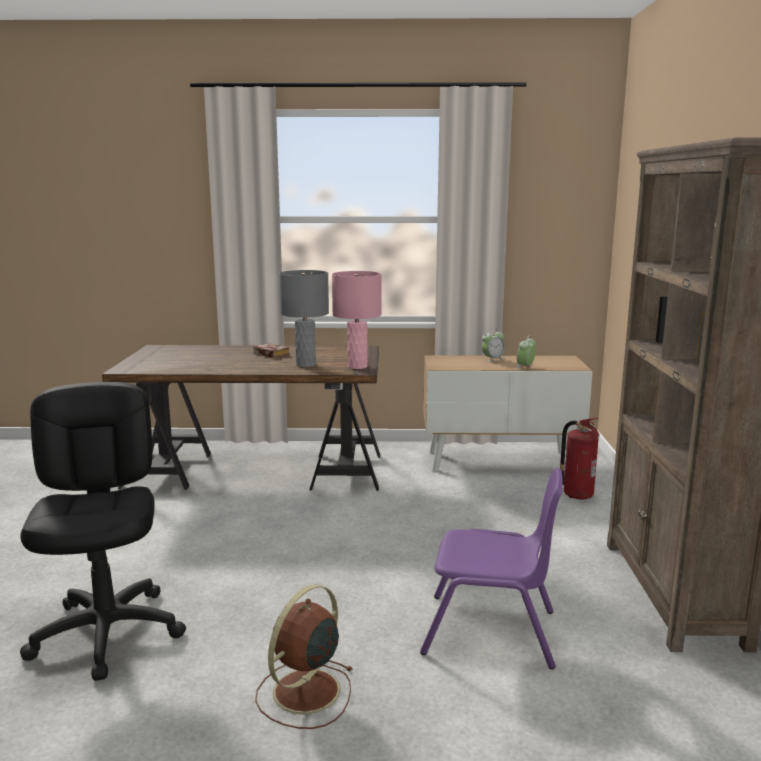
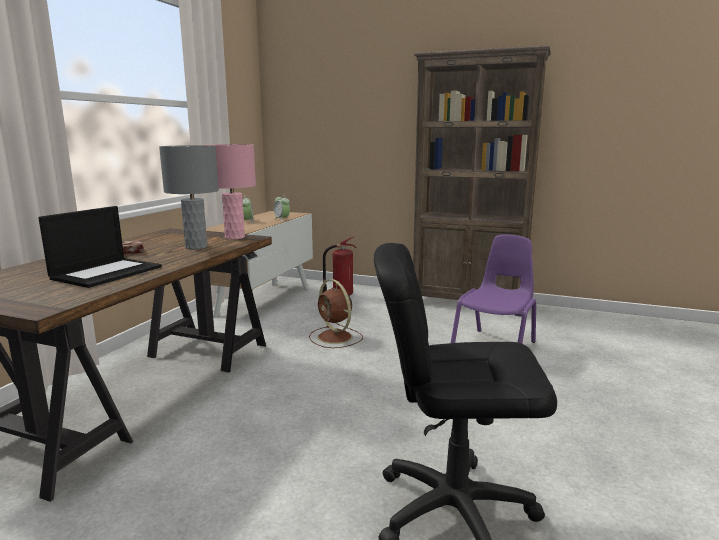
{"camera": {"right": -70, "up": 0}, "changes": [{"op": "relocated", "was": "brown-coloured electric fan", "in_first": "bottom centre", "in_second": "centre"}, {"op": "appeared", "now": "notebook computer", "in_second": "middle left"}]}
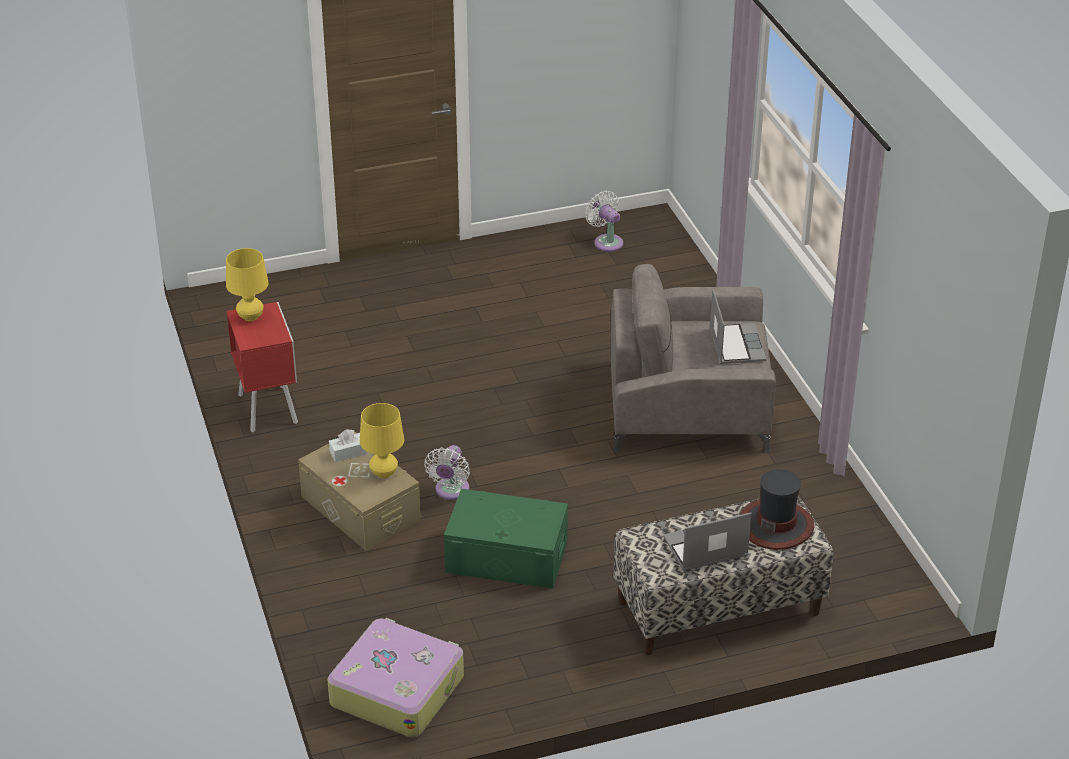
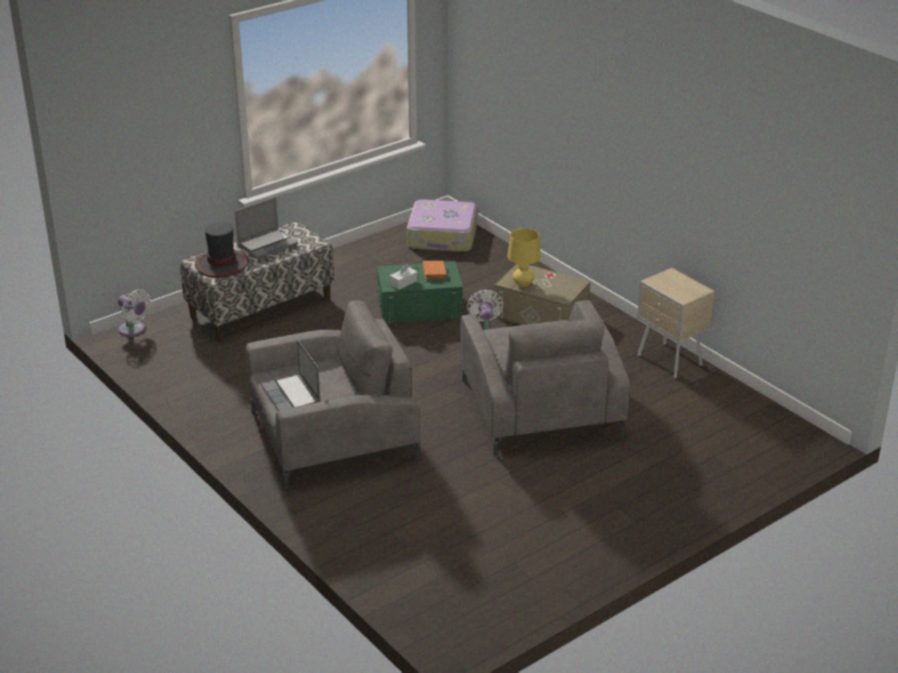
{"camera": {"right": 160, "up": -5}, "changes": [{"op": "missing", "was": "yellow lamp for a table (no. 1 from left)", "in_first": "middle left"}, {"op": "colour", "was": "reddish bedside table", "now": "beige bedside table", "in_first": "middle left", "in_second": "middle right"}, {"op": "relocated", "was": "white-coloured tissue box", "in_first": "middle left", "in_second": "centre"}, {"op": "relocated", "was": "white-coloured electric fan (no. 2 from left in the first image)", "now": "white-coloured electric fan (no. 1 from left)", "in_first": "top centre", "in_second": "middle left"}, {"op": "appeared", "now": "orangey volume", "in_second": "centre"}, {"op": "appeared", "now": "grey armchair (no. 2 from left)", "in_second": "centre"}]}
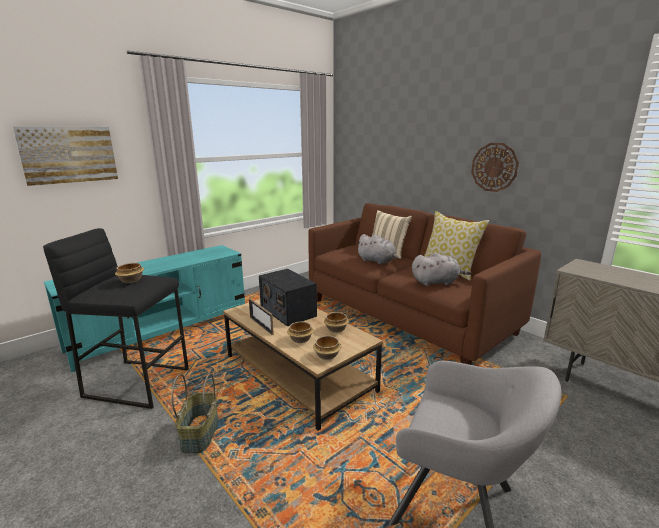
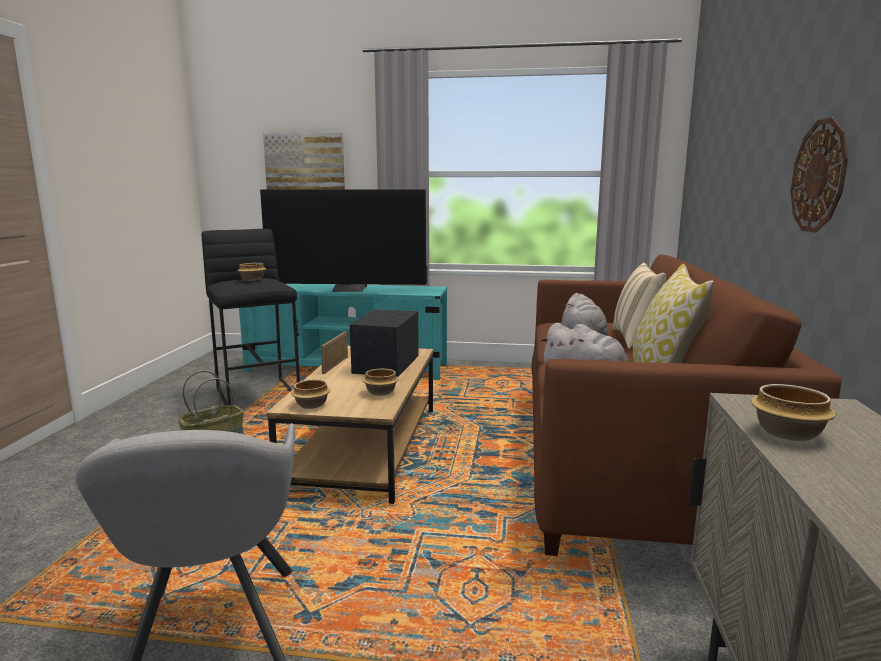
{"camera": {"right": 50, "up": -5}, "changes": [{"op": "relocated", "was": "bowl (no. 2 from left in the first image)", "now": "bowl (no. 4 from left)", "in_first": "centre", "in_second": "middle right"}, {"op": "appeared", "now": "television", "in_second": "centre"}]}
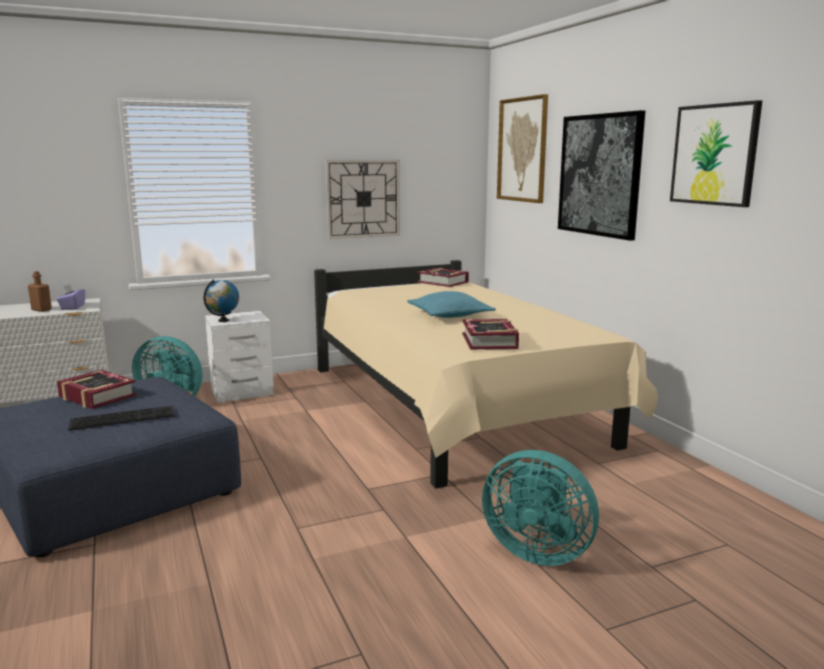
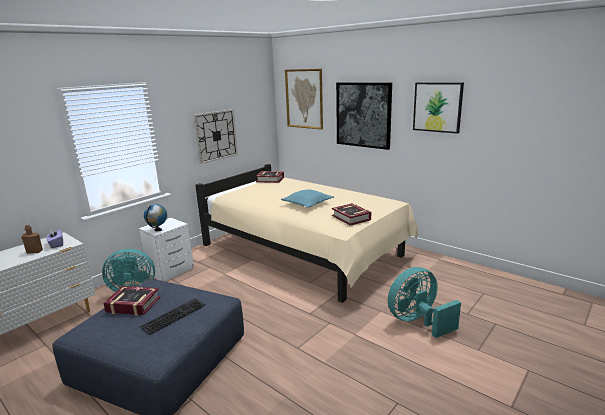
{"camera": {"right": -25, "up": 5}, "changes": [{"op": "spun", "was": "blue-green electric fan (no. 2 from left)", "in_first": "bottom centre", "in_second": "bottom right", "clockwise": 150}]}
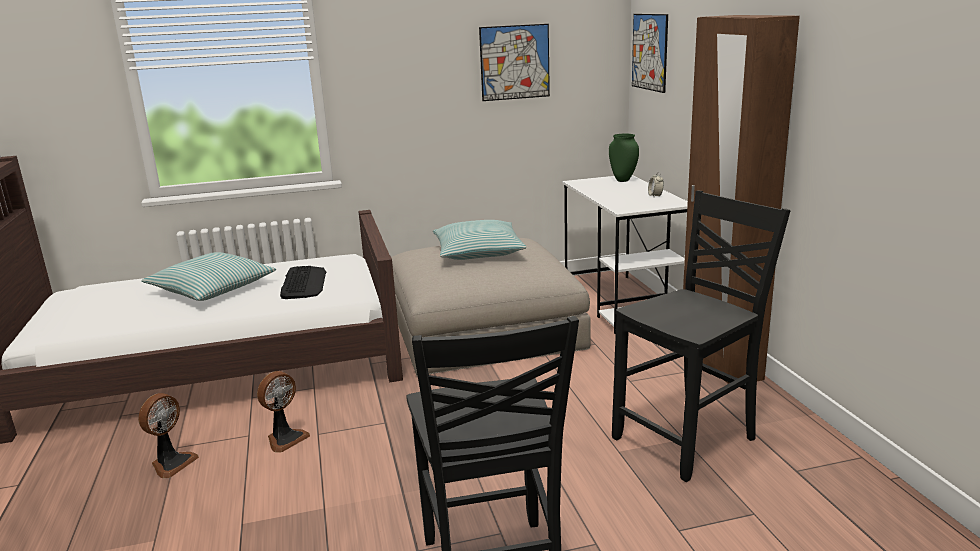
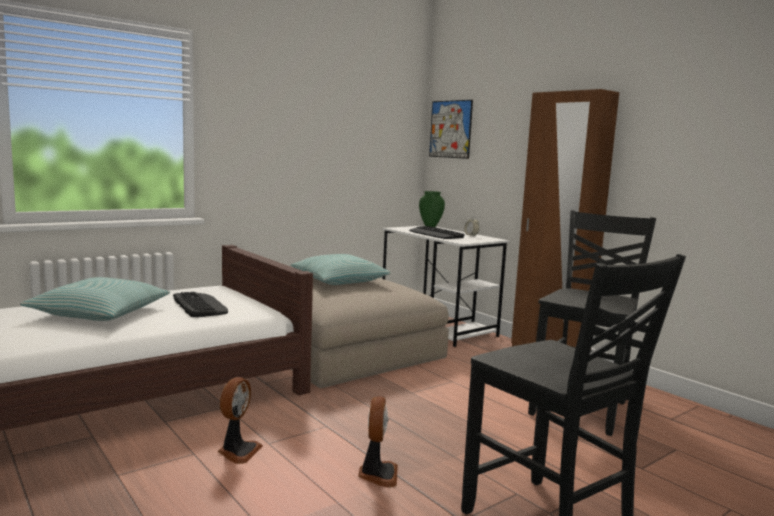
{"camera": {"right": -25, "up": -10}, "changes": [{"op": "relocated", "was": "electric fan (no. 1 from left in the first image)", "now": "electric fan (no. 2 from left)", "in_first": "bottom left", "in_second": "bottom centre"}, {"op": "missing", "was": "wall picture (no. 1 from left)", "in_first": "top centre"}, {"op": "appeared", "now": "keyboard (no. 2 from left)", "in_second": "centre"}]}
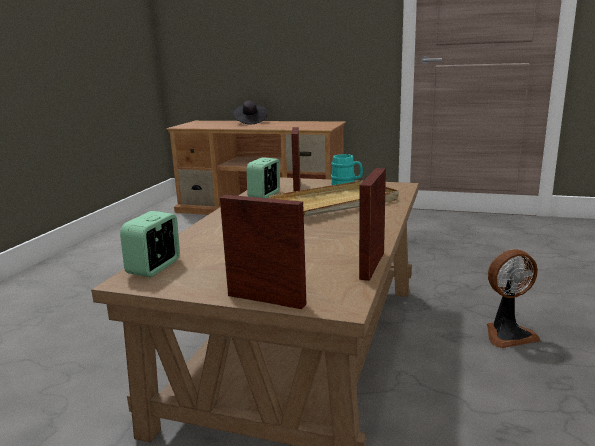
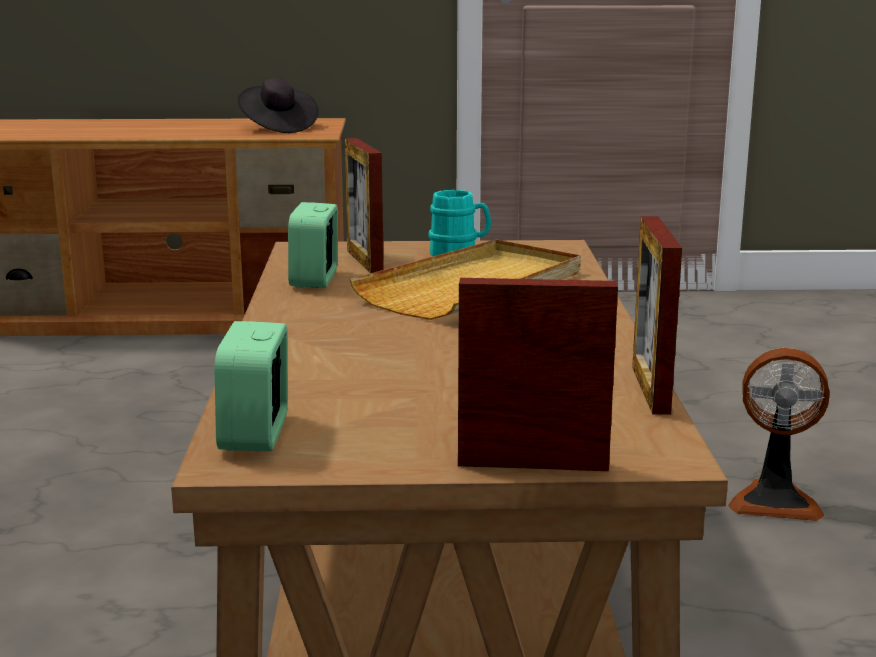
{"camera": {"right": -20, "up": 0}, "changes": [{"op": "relocated", "was": "blackish hat", "in_first": "top centre", "in_second": "top left"}, {"op": "spun", "was": "electric fan", "in_first": "bottom right", "in_second": "middle right", "clockwise": 45}]}
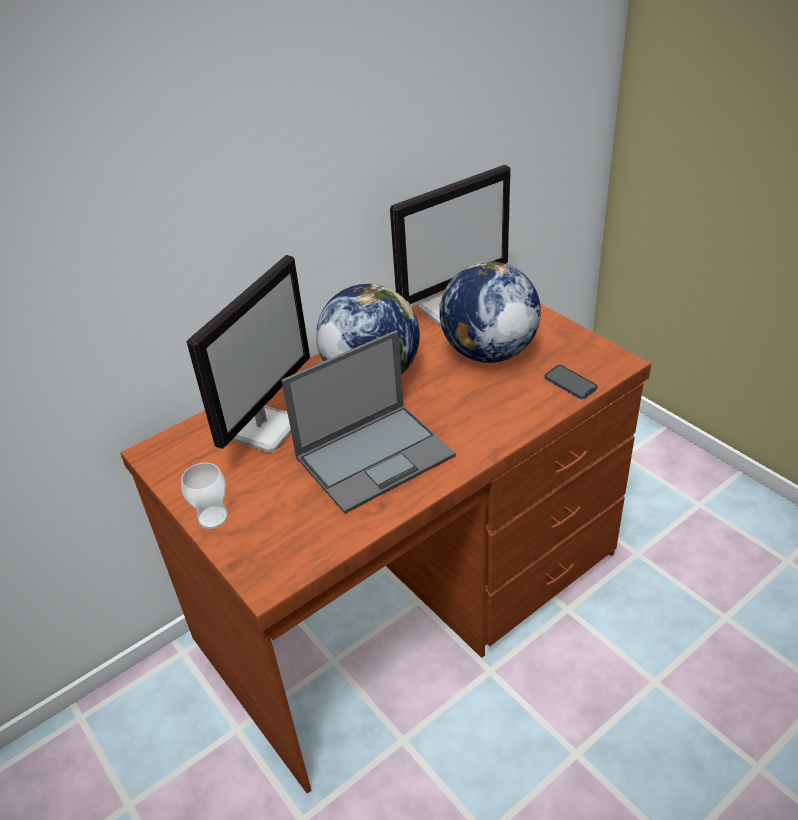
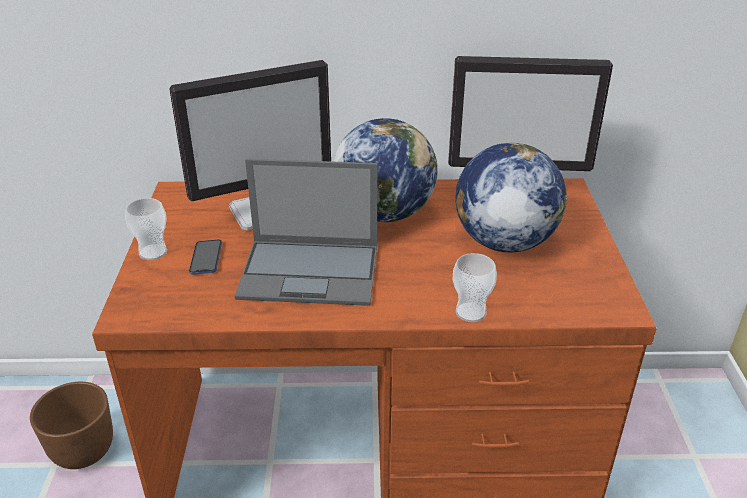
{"camera": {"right": 35, "up": -5}, "changes": [{"op": "relocated", "was": "telephone", "in_first": "middle right", "in_second": "middle left"}, {"op": "appeared", "now": "brown-coloured plant pot", "in_second": "bottom left"}, {"op": "appeared", "now": "drinking cup (no. 2 from left)", "in_second": "centre"}]}
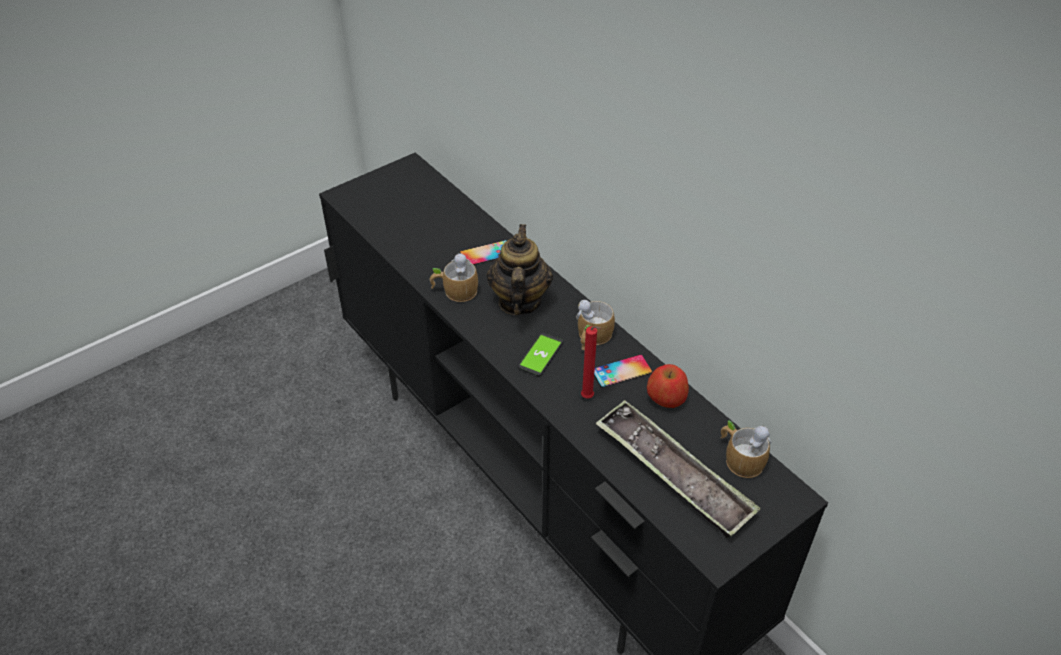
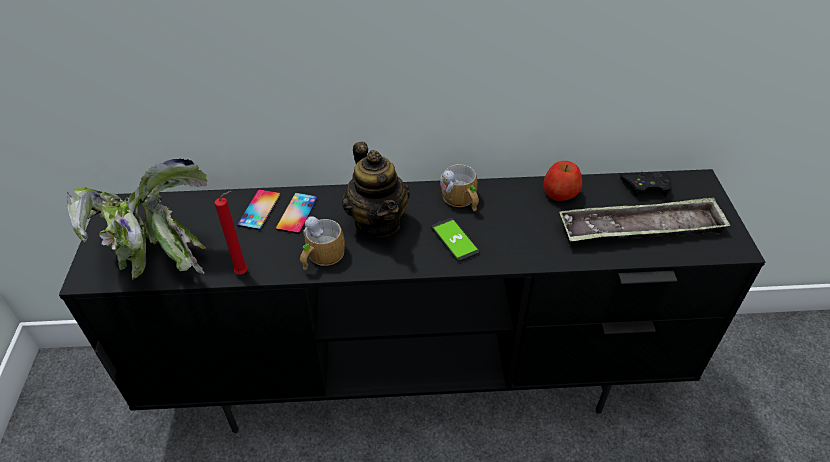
{"camera": {"right": -55, "up": 0}, "changes": [{"op": "spun", "was": "tea pot", "in_first": "centre", "in_second": "centre", "clockwise": -150}, {"op": "relocated", "was": "reddish candle", "in_first": "centre", "in_second": "middle left"}, {"op": "relocated", "was": "telephone (no. 3 from left in the first image)", "now": "telephone (no. 1 from left)", "in_first": "centre", "in_second": "middle left"}, {"op": "exchanged", "was": "mug (no. 3 from left)", "now": "blackish gamepad", "in_first": "bottom right", "in_second": "middle right"}, {"op": "appeared", "now": "plant in a pot", "in_second": "middle left"}]}
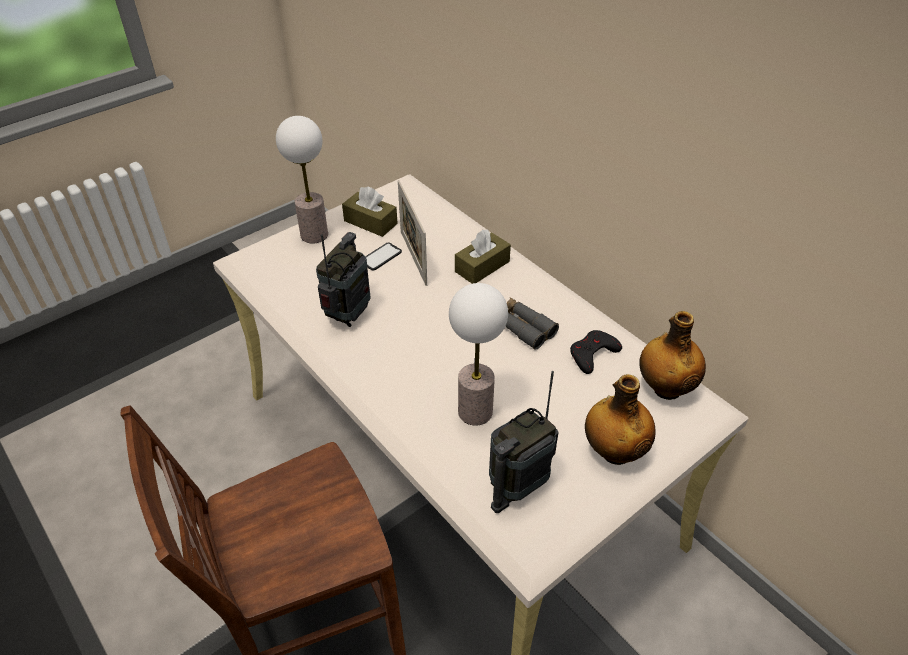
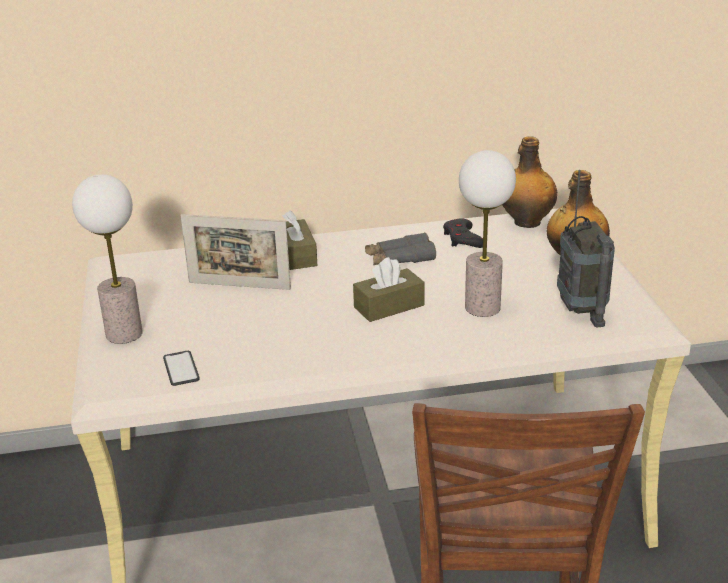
{"camera": {"right": -60, "up": -15}, "changes": [{"op": "missing", "was": "radio receiver (no. 1 from left)", "in_first": "centre"}, {"op": "relocated", "was": "brown-coloured tissue box (no. 1 from left in the first image)", "now": "brown-coloured tissue box (no. 2 from left)", "in_first": "top centre", "in_second": "centre"}, {"op": "relocated", "was": "telephone", "in_first": "centre", "in_second": "middle left"}]}
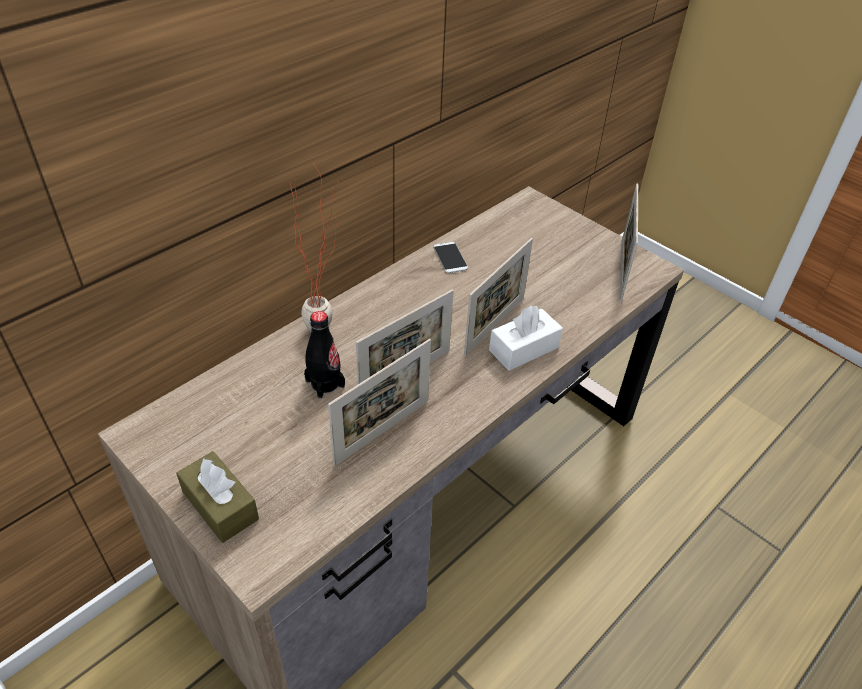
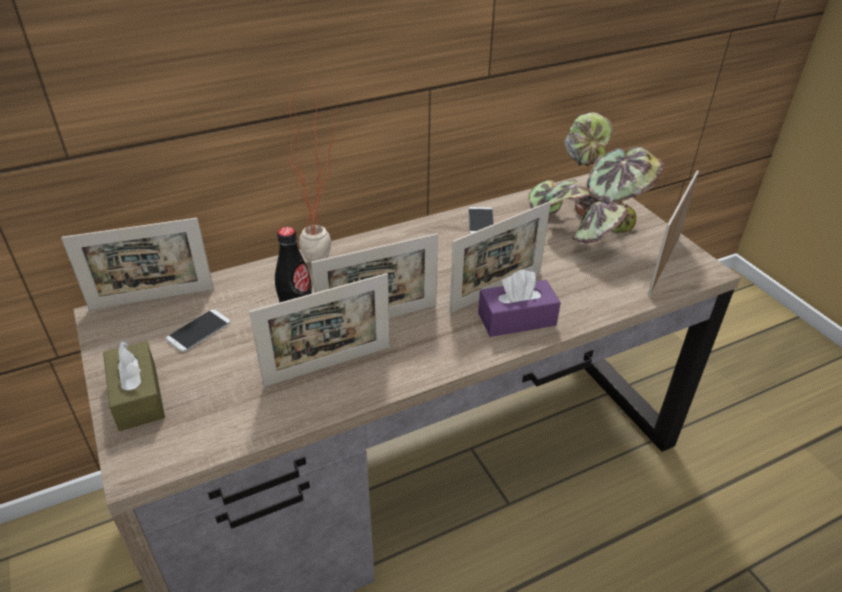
{"camera": {"right": 20, "up": -5}, "changes": [{"op": "colour", "was": "white-coloured tissue box", "now": "purple-coloured tissue box", "in_first": "centre", "in_second": "centre"}, {"op": "appeared", "now": "standing frame (no. 1 from left)", "in_second": "middle left"}, {"op": "appeared", "now": "telephone (no. 1 from left)", "in_second": "middle left"}, {"op": "appeared", "now": "plant in a pot (no. 2 from left)", "in_second": "top right"}]}
